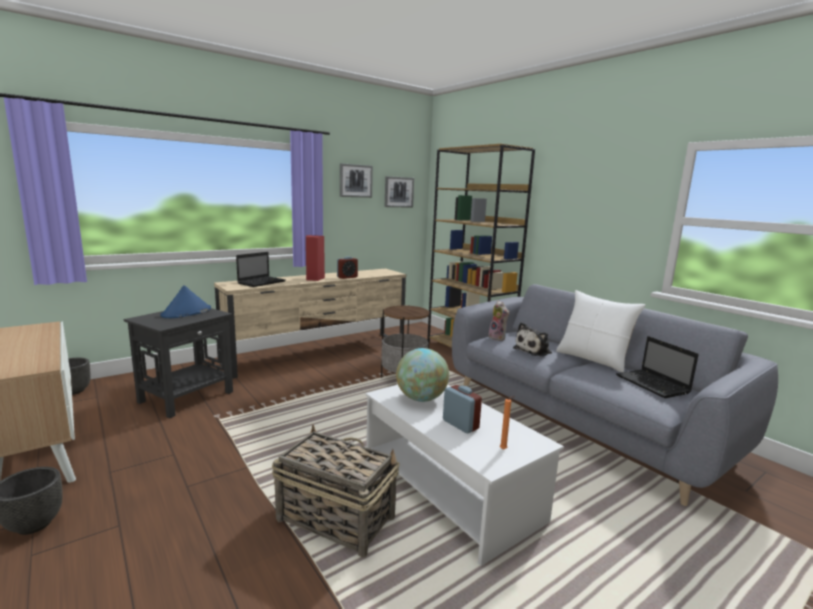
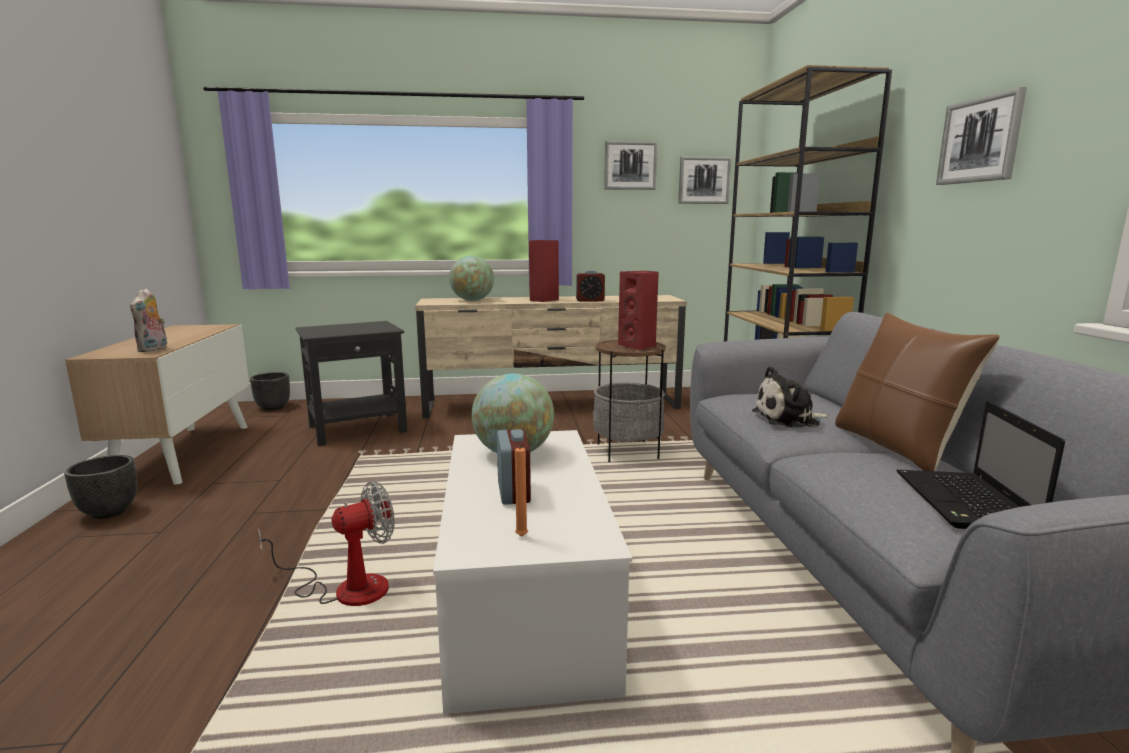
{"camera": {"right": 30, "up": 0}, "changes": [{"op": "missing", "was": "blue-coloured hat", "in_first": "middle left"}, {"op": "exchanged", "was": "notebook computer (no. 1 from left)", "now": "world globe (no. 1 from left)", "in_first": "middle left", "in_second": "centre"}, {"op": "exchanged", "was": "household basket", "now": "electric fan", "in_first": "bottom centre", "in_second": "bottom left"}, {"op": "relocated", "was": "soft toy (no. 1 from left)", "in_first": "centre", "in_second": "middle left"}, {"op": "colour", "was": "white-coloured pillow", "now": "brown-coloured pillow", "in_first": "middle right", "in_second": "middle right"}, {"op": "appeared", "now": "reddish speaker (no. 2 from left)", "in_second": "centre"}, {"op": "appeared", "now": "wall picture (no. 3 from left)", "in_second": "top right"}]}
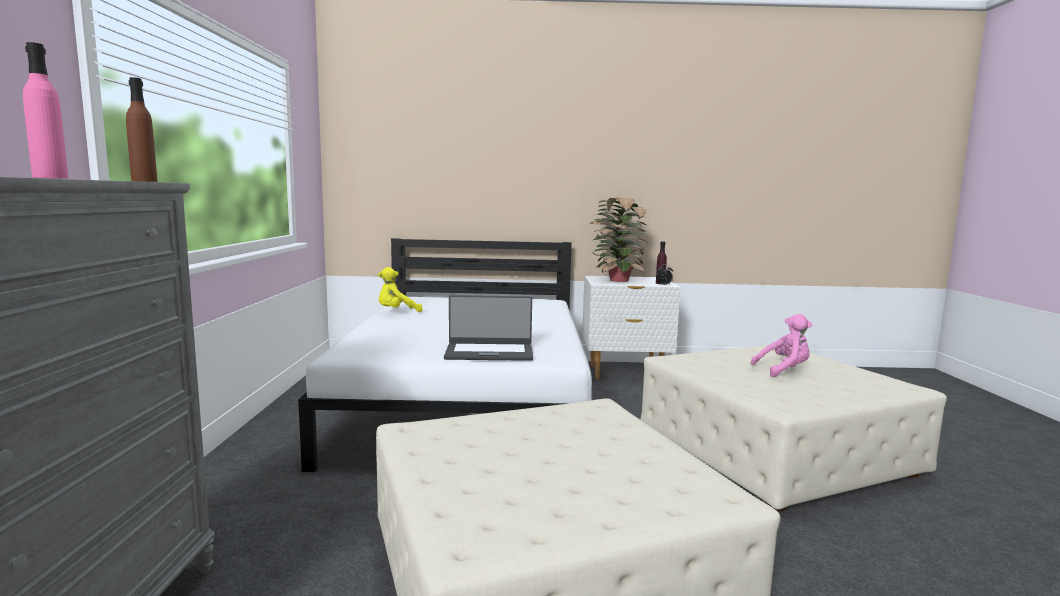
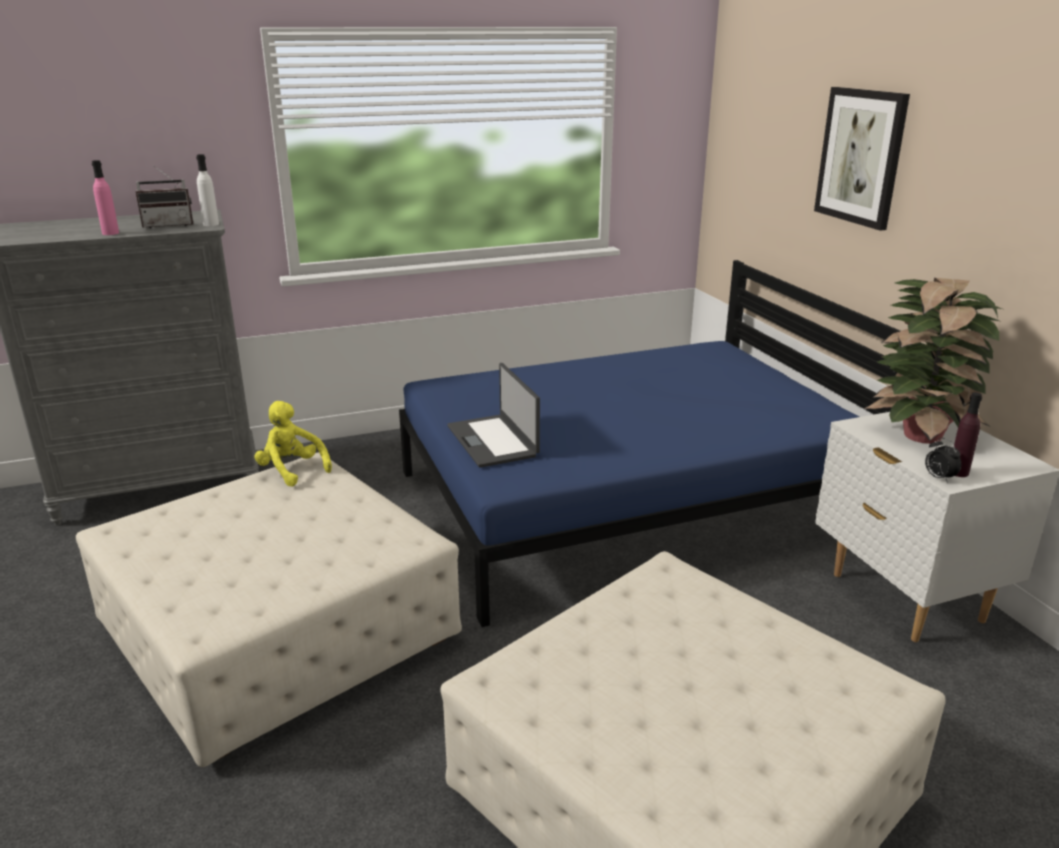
{"camera": {"right": 70, "up": 15}, "changes": [{"op": "colour", "was": "brown-coloured beverage bottle", "now": "white-coloured beverage bottle", "in_first": "top left", "in_second": "top left"}, {"op": "colour", "was": "white-coloured bed", "now": "blue-coloured bed", "in_first": "centre", "in_second": "centre"}, {"op": "relocated", "was": "yellow soft toy", "in_first": "centre", "in_second": "middle left"}, {"op": "missing", "was": "pinkish soft toy", "in_first": "middle right"}, {"op": "appeared", "now": "radio receiver", "in_second": "top left"}, {"op": "appeared", "now": "wall picture", "in_second": "top right"}]}
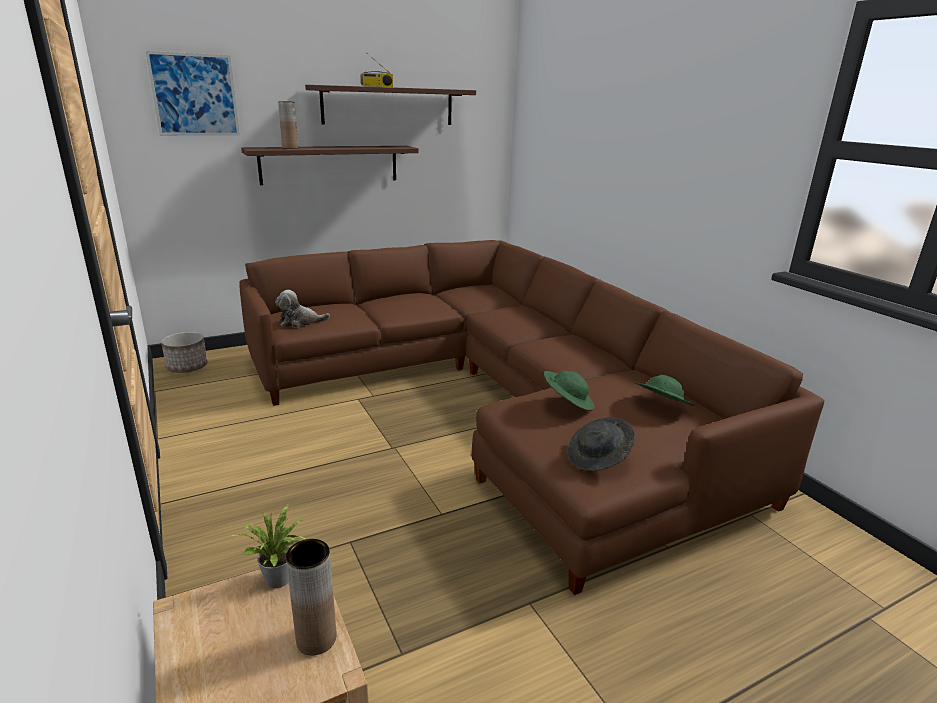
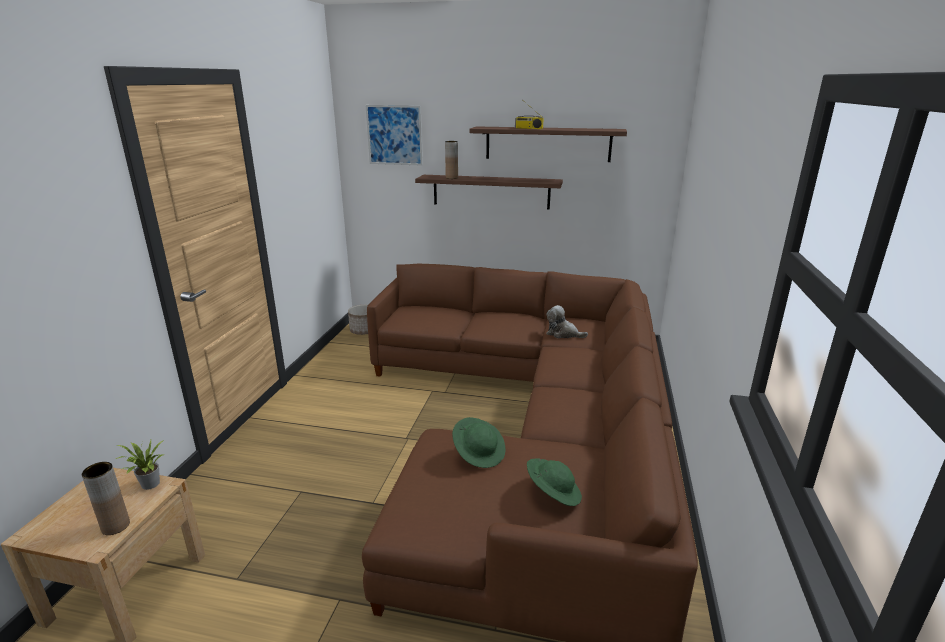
{"camera": {"right": 40, "up": 0}, "changes": [{"op": "relocated", "was": "soft toy", "in_first": "middle left", "in_second": "centre"}, {"op": "missing", "was": "grey hat", "in_first": "centre"}]}
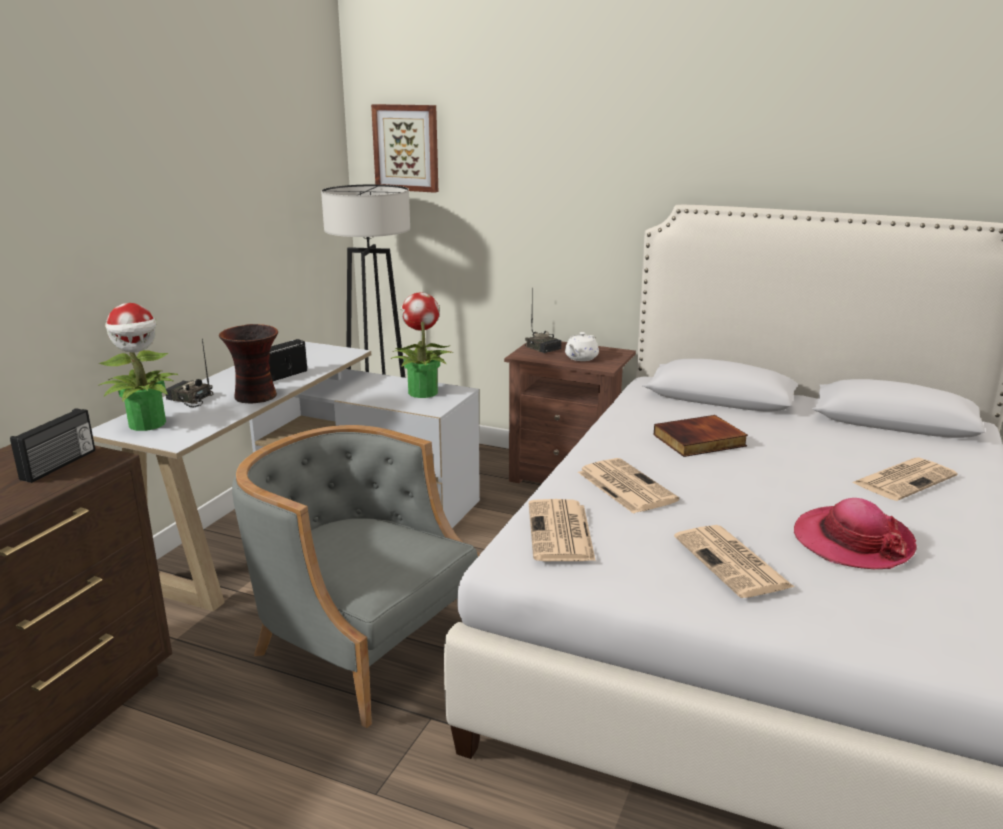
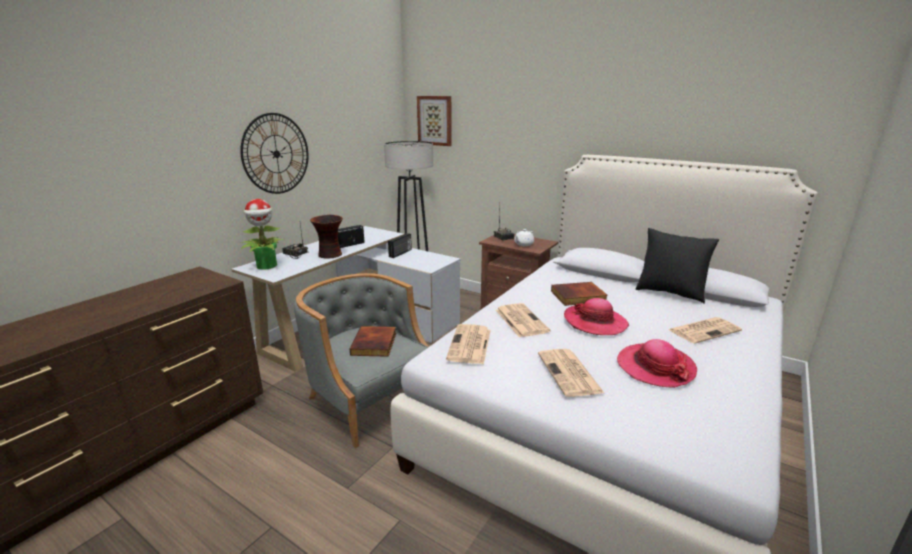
{"camera": {"right": 10, "up": 0}, "changes": [{"op": "relocated", "was": "radio receiver (no. 1 from left in the first image)", "now": "radio receiver (no. 3 from left)", "in_first": "middle left", "in_second": "centre"}, {"op": "missing", "was": "plant in a pot (no. 2 from left)", "in_first": "centre"}, {"op": "appeared", "now": "wall clock", "in_second": "top left"}, {"op": "appeared", "now": "volume (no. 1 from left)", "in_second": "centre"}, {"op": "appeared", "now": "hat (no. 1 from left)", "in_second": "centre"}, {"op": "appeared", "now": "blackish pillow", "in_second": "middle right"}]}
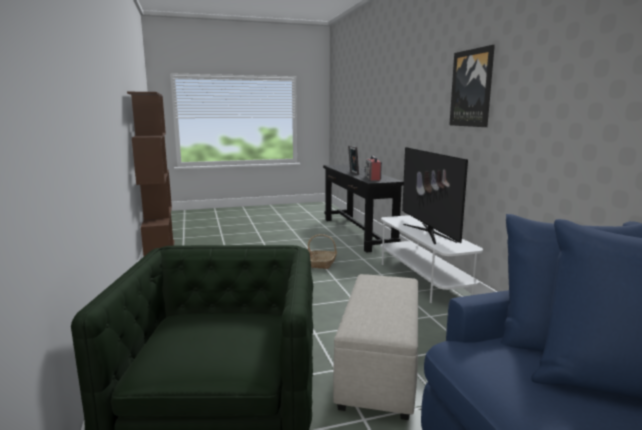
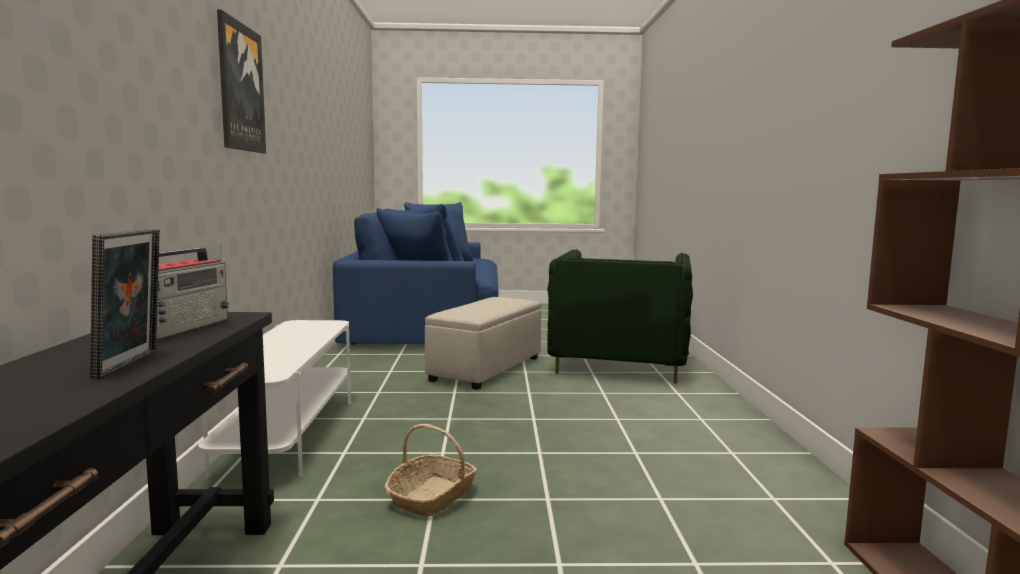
{"camera": {"right": -165, "up": -5}, "changes": [{"op": "missing", "was": "television", "in_first": "middle right"}]}
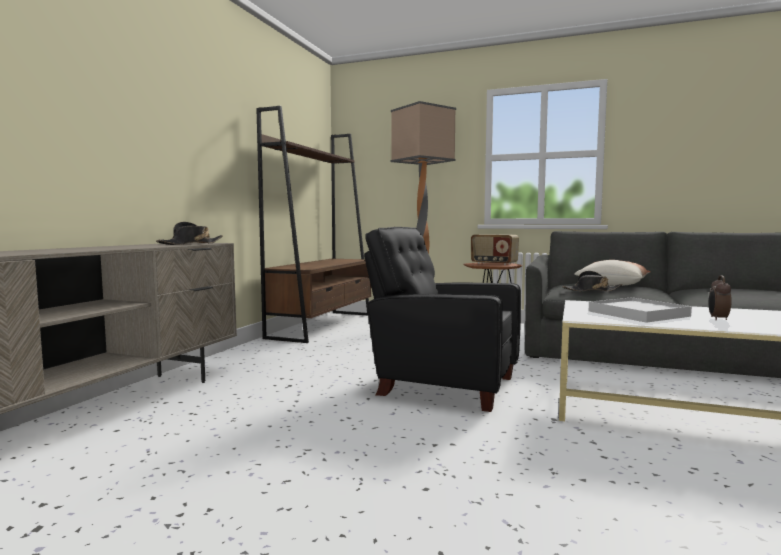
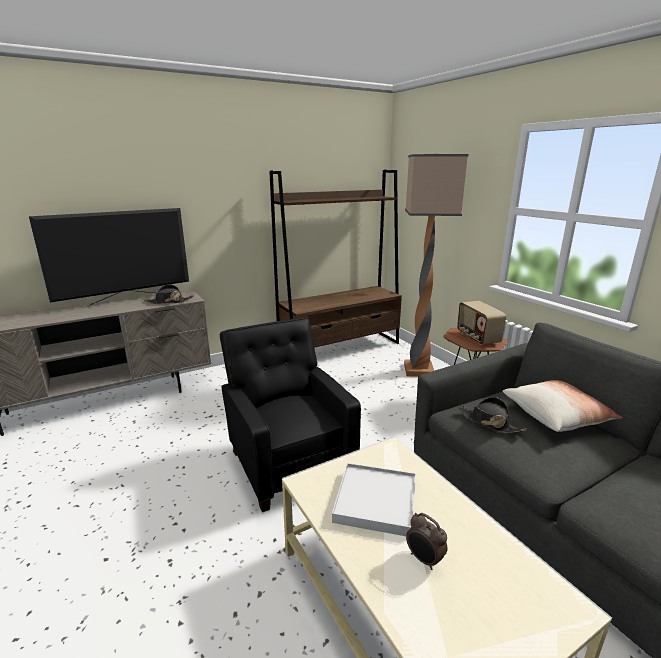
{"camera": {"right": 40, "up": 15}, "changes": [{"op": "spun", "was": "bedside clock", "in_first": "middle right", "in_second": "bottom centre", "clockwise": -105}, {"op": "appeared", "now": "television", "in_second": "middle left"}]}
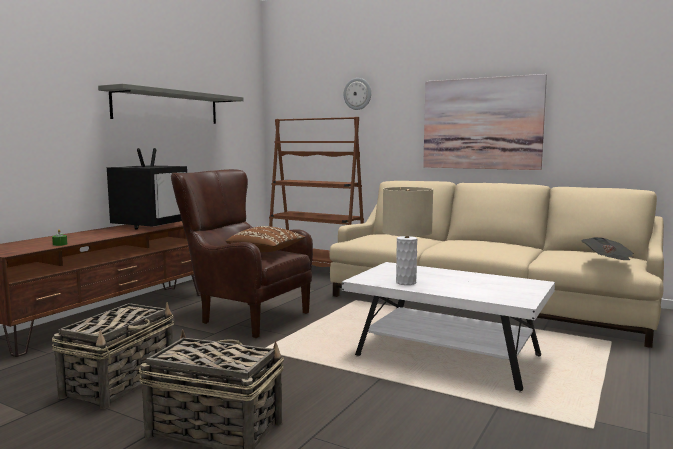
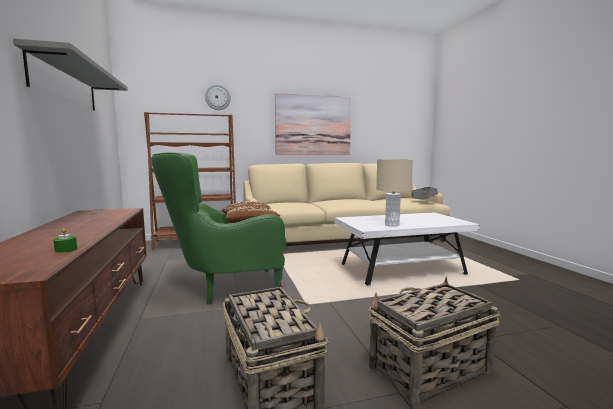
{"camera": {"right": -45, "up": 0}, "changes": [{"op": "missing", "was": "television", "in_first": "middle left"}, {"op": "colour", "was": "brown-coloured armchair", "now": "green armchair", "in_first": "centre", "in_second": "centre"}]}
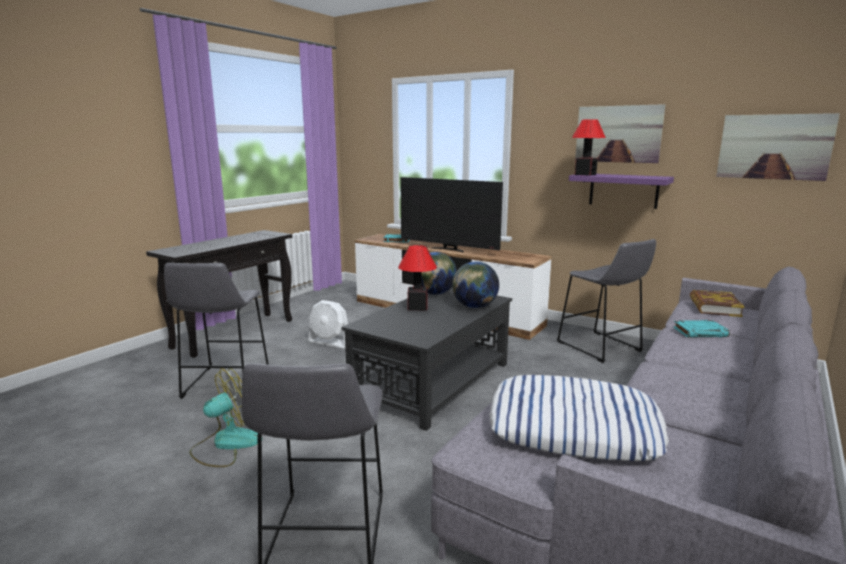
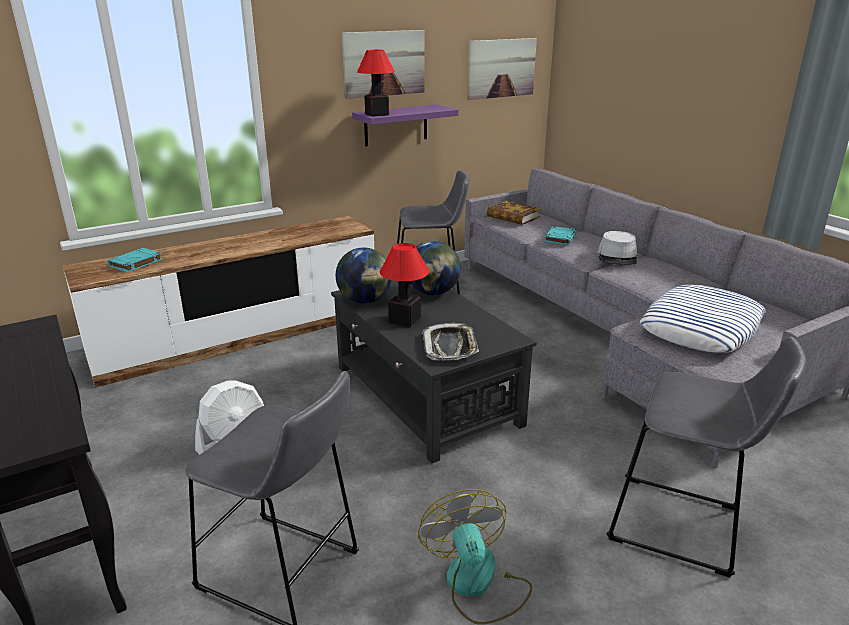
{"camera": {"right": -65, "up": 10}, "changes": [{"op": "missing", "was": "television", "in_first": "centre"}, {"op": "appeared", "now": "carrying tray", "in_second": "centre"}, {"op": "appeared", "now": "grey hat", "in_second": "middle right"}]}
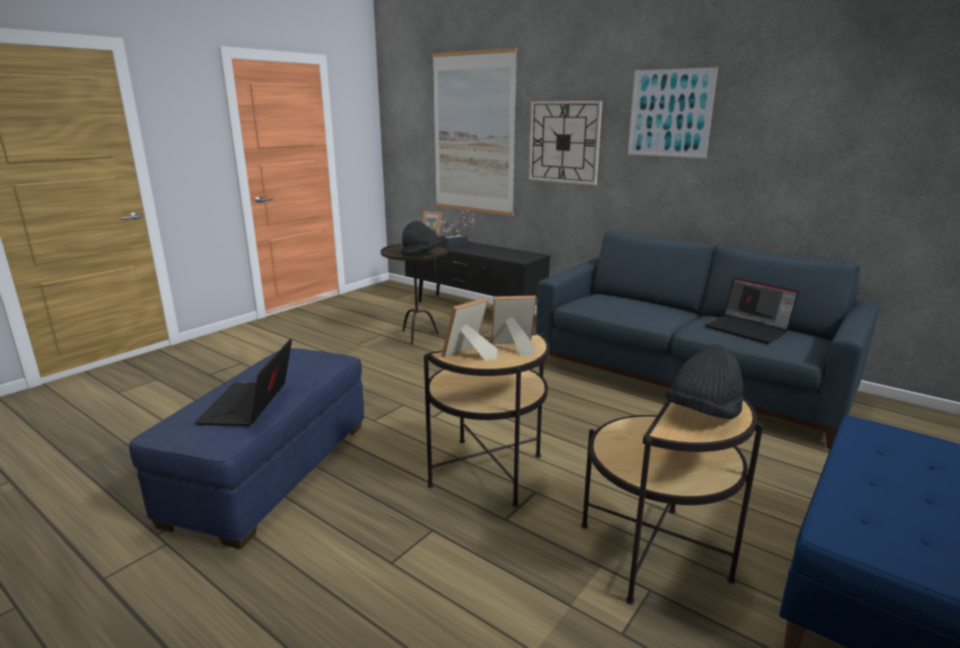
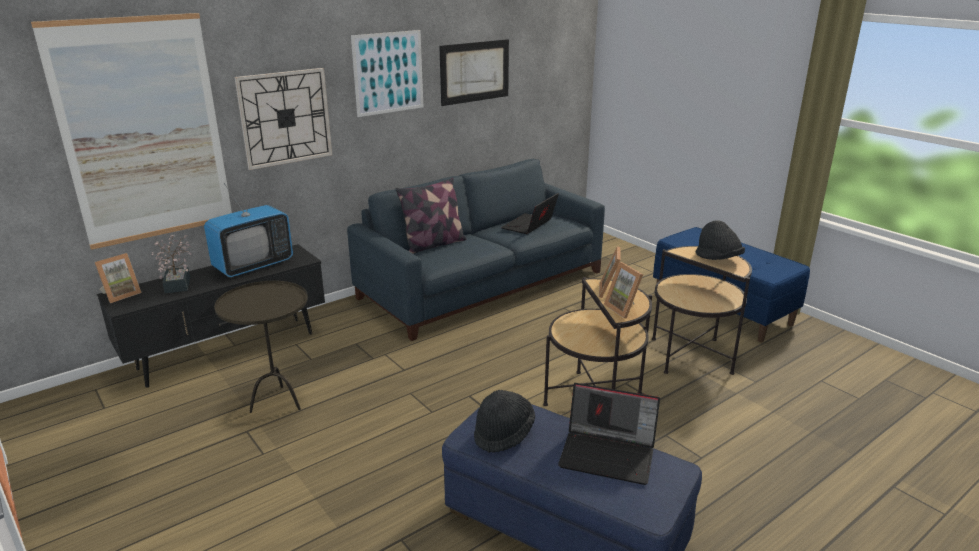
{"camera": {"right": -75, "up": 5}, "changes": [{"op": "relocated", "was": "blackish hat (no. 1 from left)", "in_first": "centre", "in_second": "bottom centre"}, {"op": "spun", "was": "notebook computer (no. 2 from left in the first image)", "in_first": "middle right", "in_second": "centre", "clockwise": 150}, {"op": "appeared", "now": "television", "in_second": "middle left"}, {"op": "appeared", "now": "pillow", "in_second": "centre"}, {"op": "appeared", "now": "wall picture (no. 3 from left)", "in_second": "top centre"}]}
